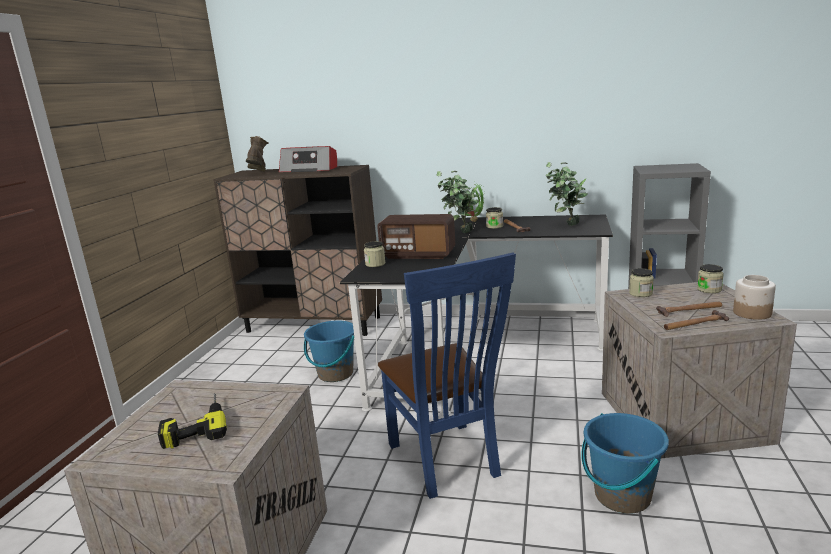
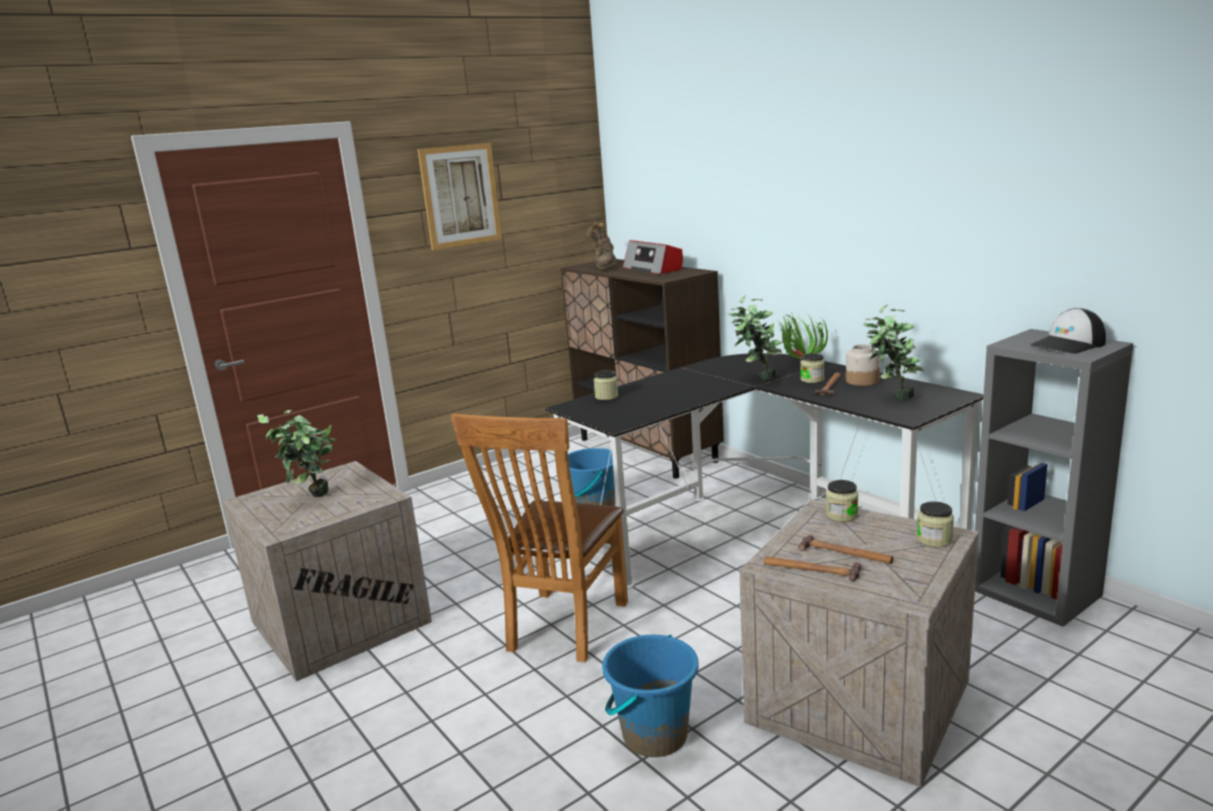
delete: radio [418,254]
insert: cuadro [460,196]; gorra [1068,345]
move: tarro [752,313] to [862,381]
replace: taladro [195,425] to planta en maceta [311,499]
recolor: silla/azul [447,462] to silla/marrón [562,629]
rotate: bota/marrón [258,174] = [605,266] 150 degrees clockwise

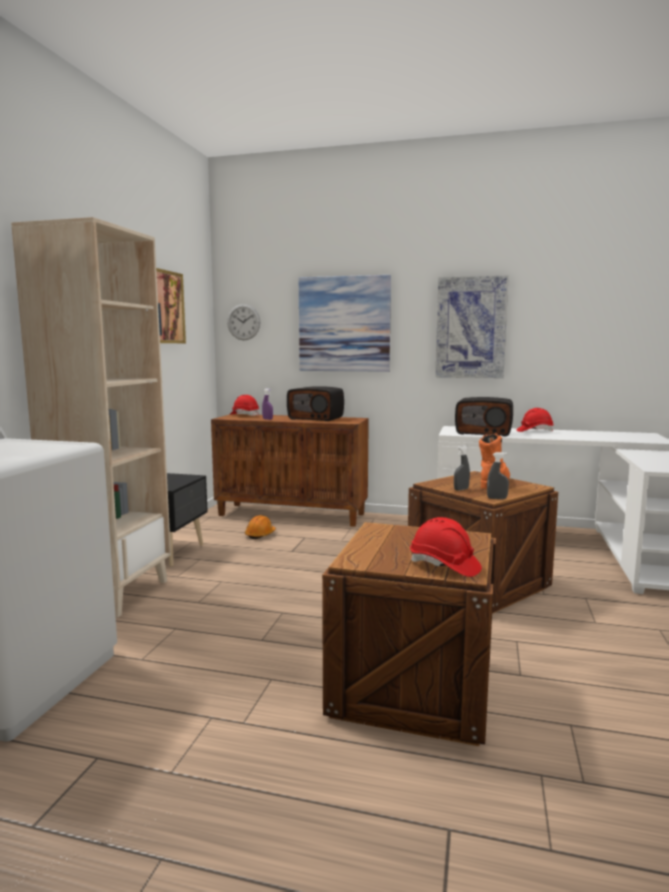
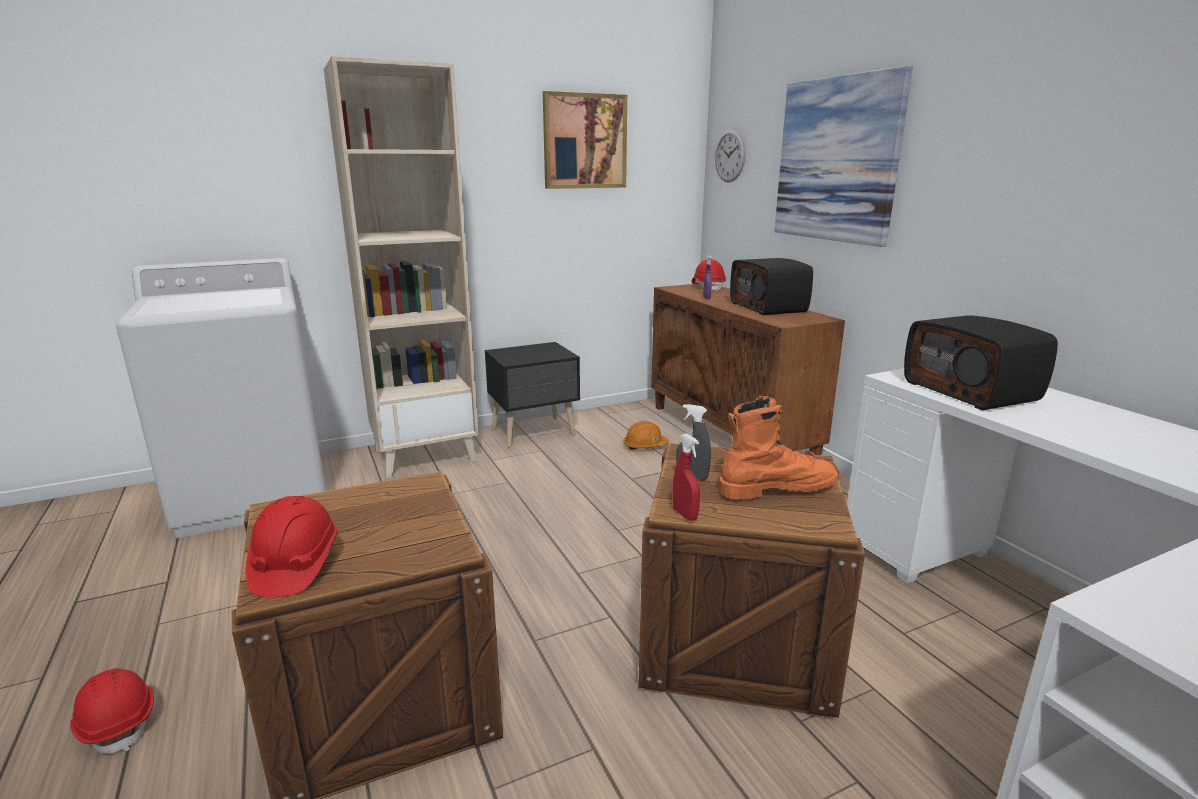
delete: cuadro [471,328]
move: casco/rojo [534,431] to [119,723]
recolor: pulverizador/gris [497,498] to pulverizador/rojo [685,514]

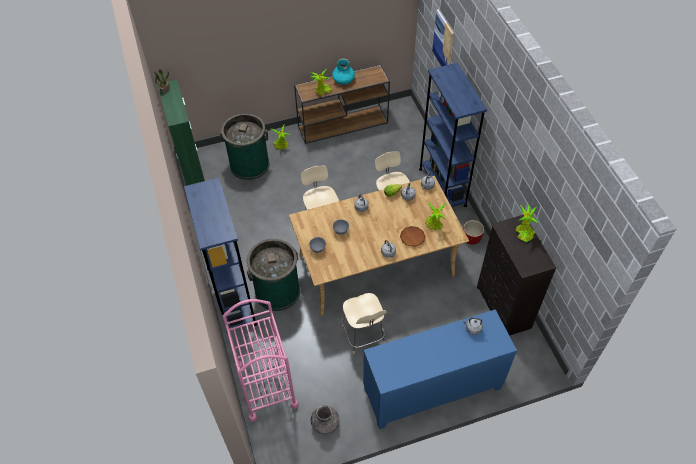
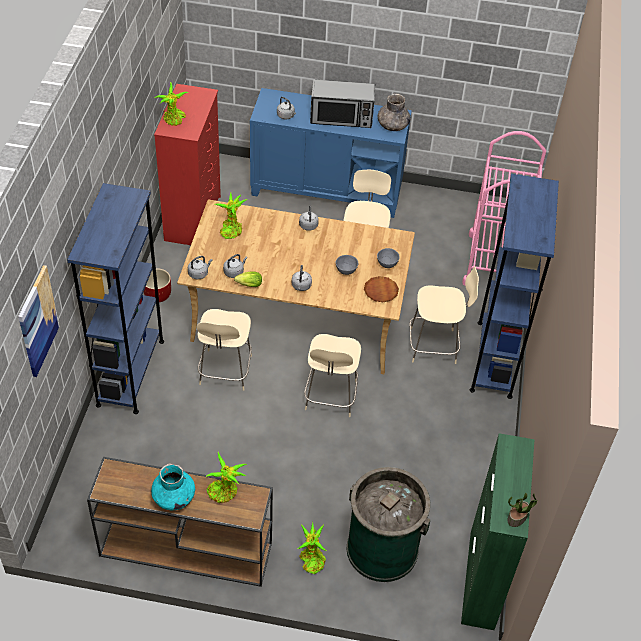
insert: microondas [341,117]
move: plato/marrón [412,237] to [381,291]; florero/gris [325,423] to [392,125]
replace: papelera/verde [277,291] to silla/beis [435,346]
recolor: cómoda/negro [503,308] to cómoda/rojo [193,218]

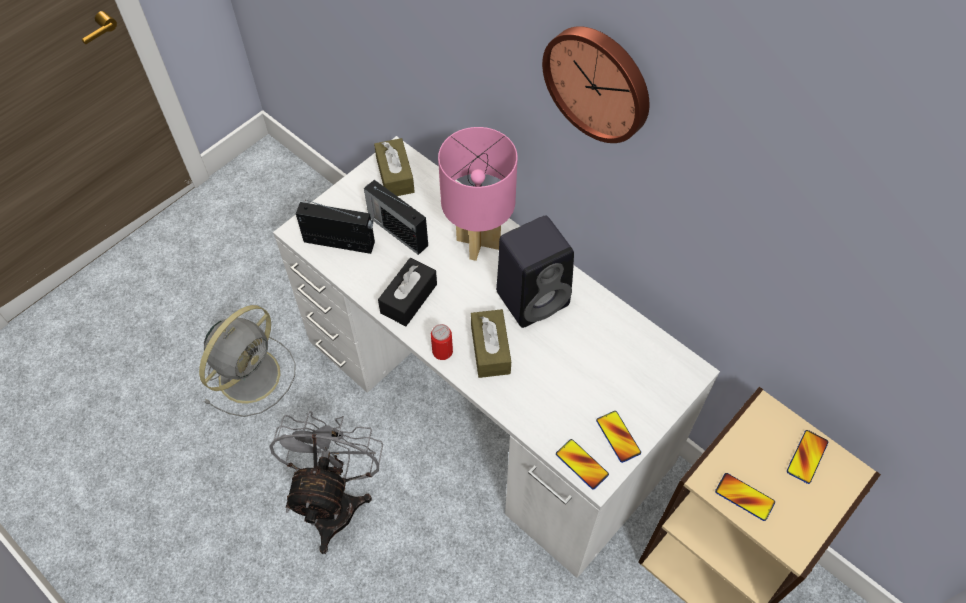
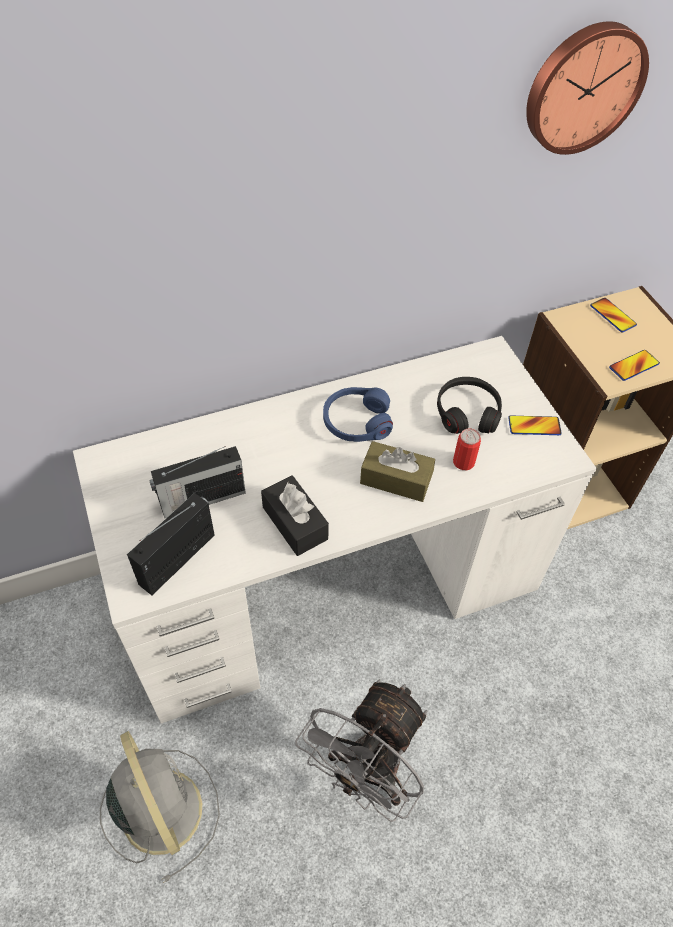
delete: lámpara de mesa/rosa [478,241]; caja de pañuelos/marrón [395,175]; móvil [582,464]
insert: auriculares/negro [467,412]
move: reloj de pared [599,82] to [582,87]; lata [442,351] to [463,462]
replace: altavoz/negro [534,297] to auriculares/azul [356,422]
rotate: ventilador/gris [335,500] = [366,773] 90 degrees counterclockwise

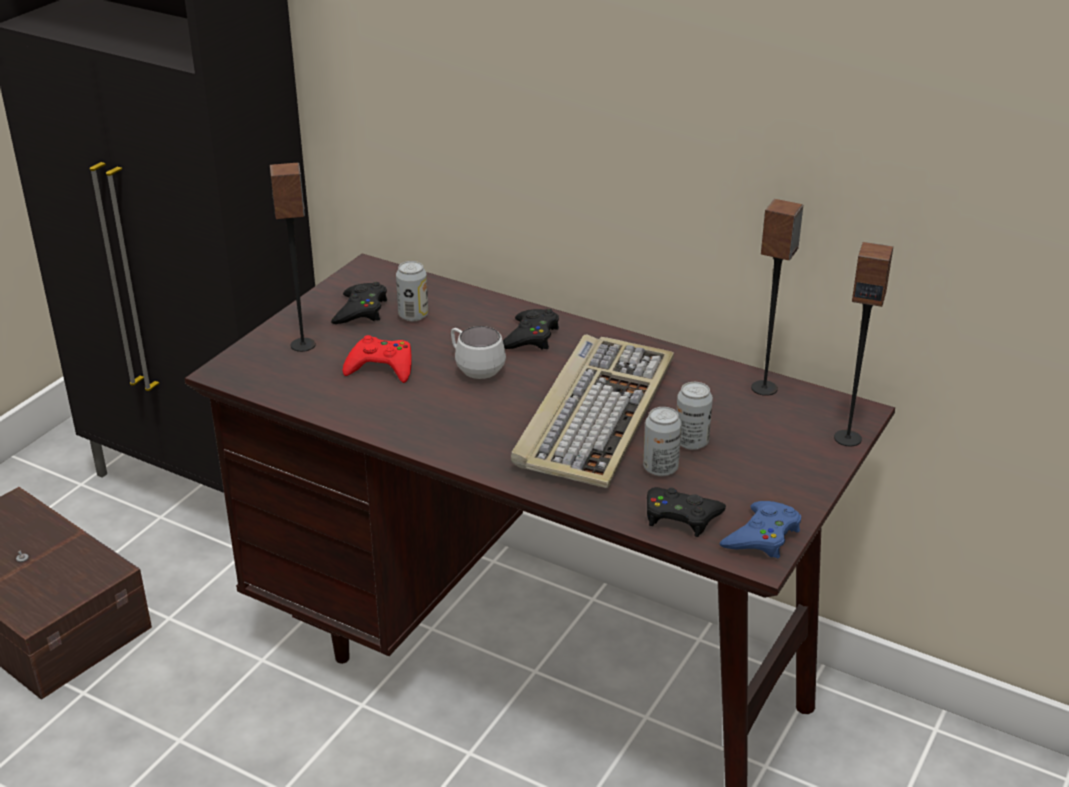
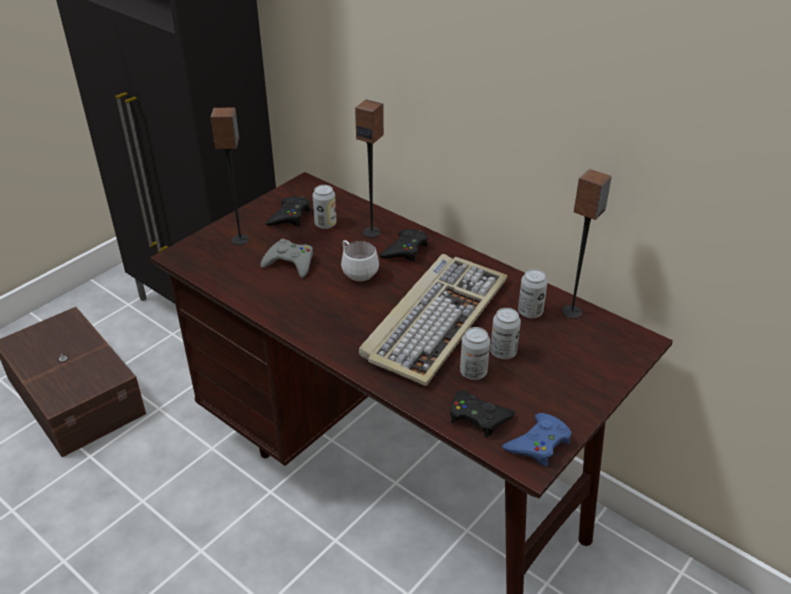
insert: lata [530,312]
move: altavoz [848,438] to [372,232]
recolor: mando de consola/rojo [381,367] to mando de consola/gris [290,263]

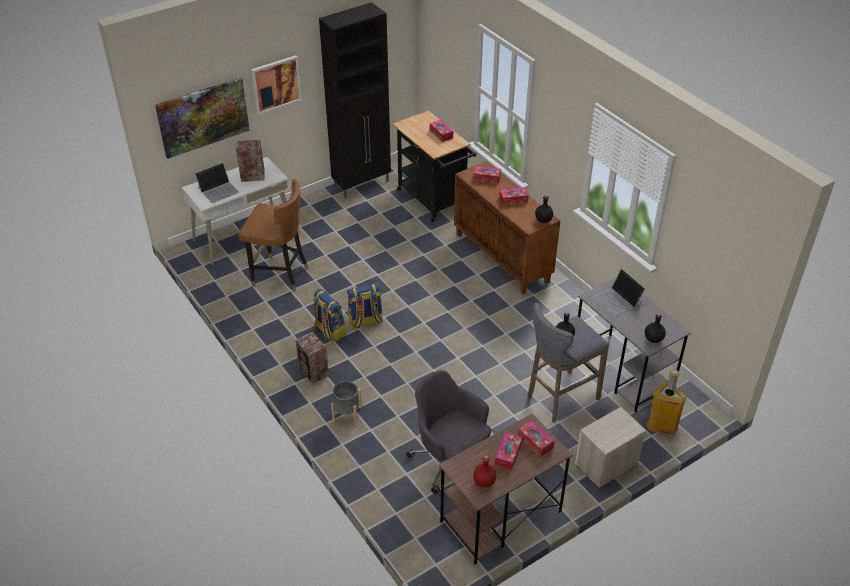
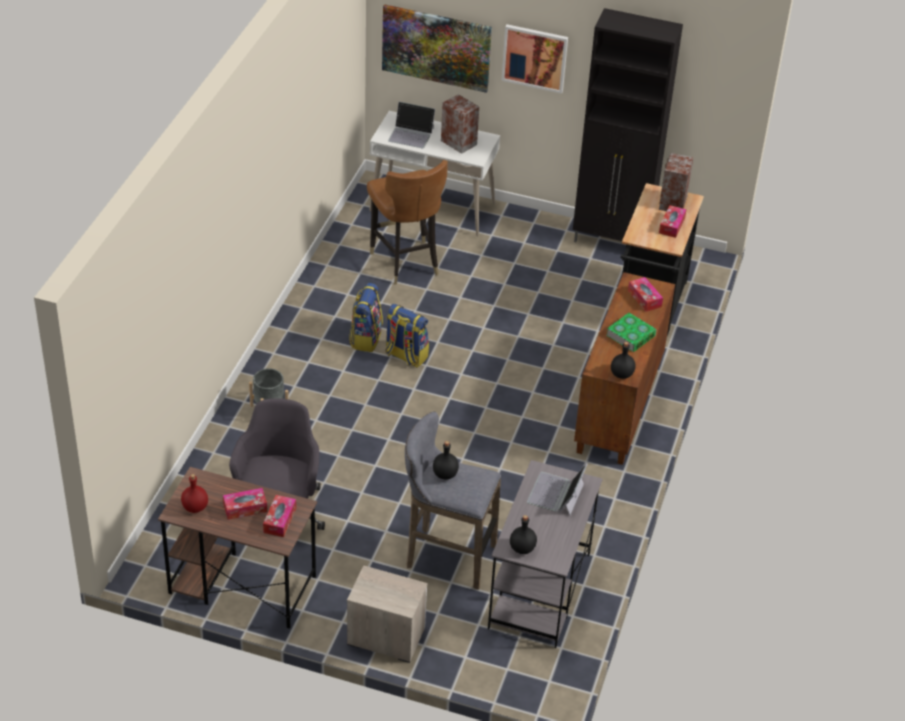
delete: papelera [662,426]
move: altavoz [314,372] to [672,203]
replace: caja de pañuelos [513,199] to libro [630,335]

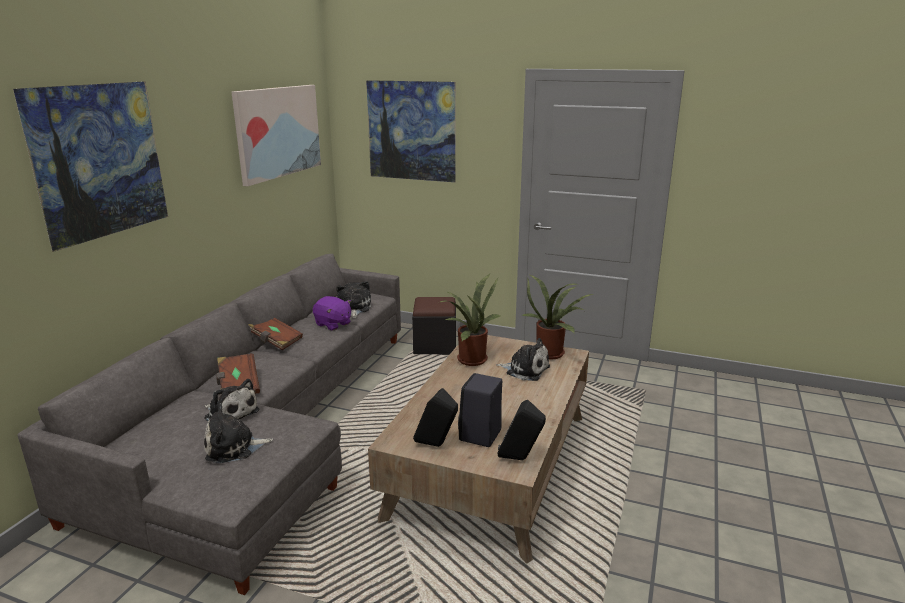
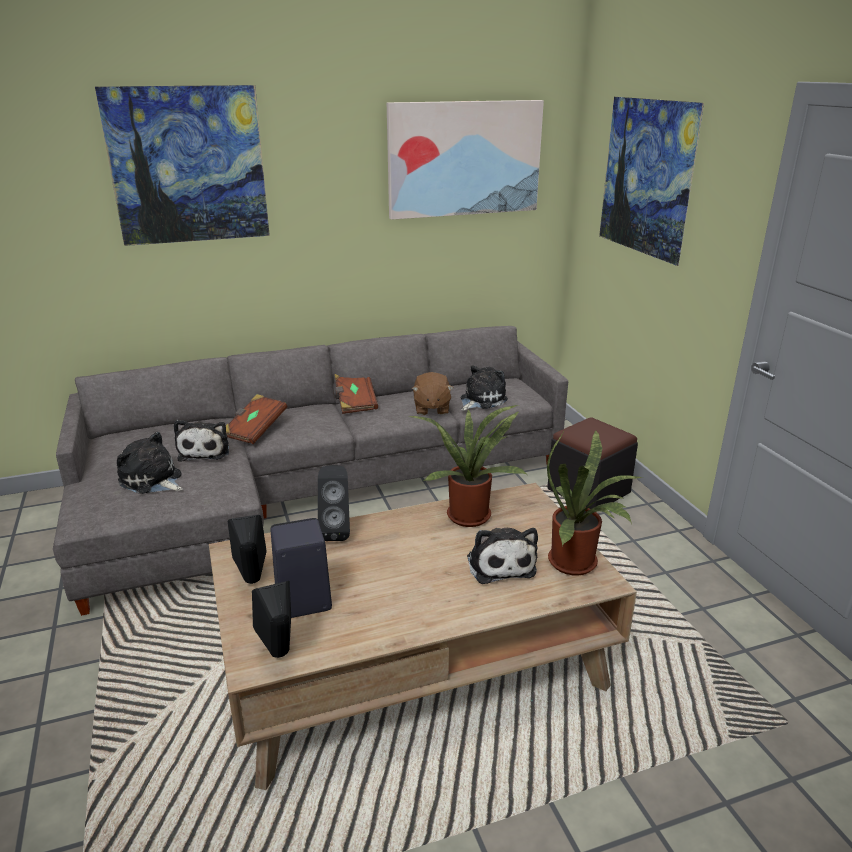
insert: altavoz/negro [336,531]
recolor: peluche/morado [333,324] to peluche/marrón [431,408]

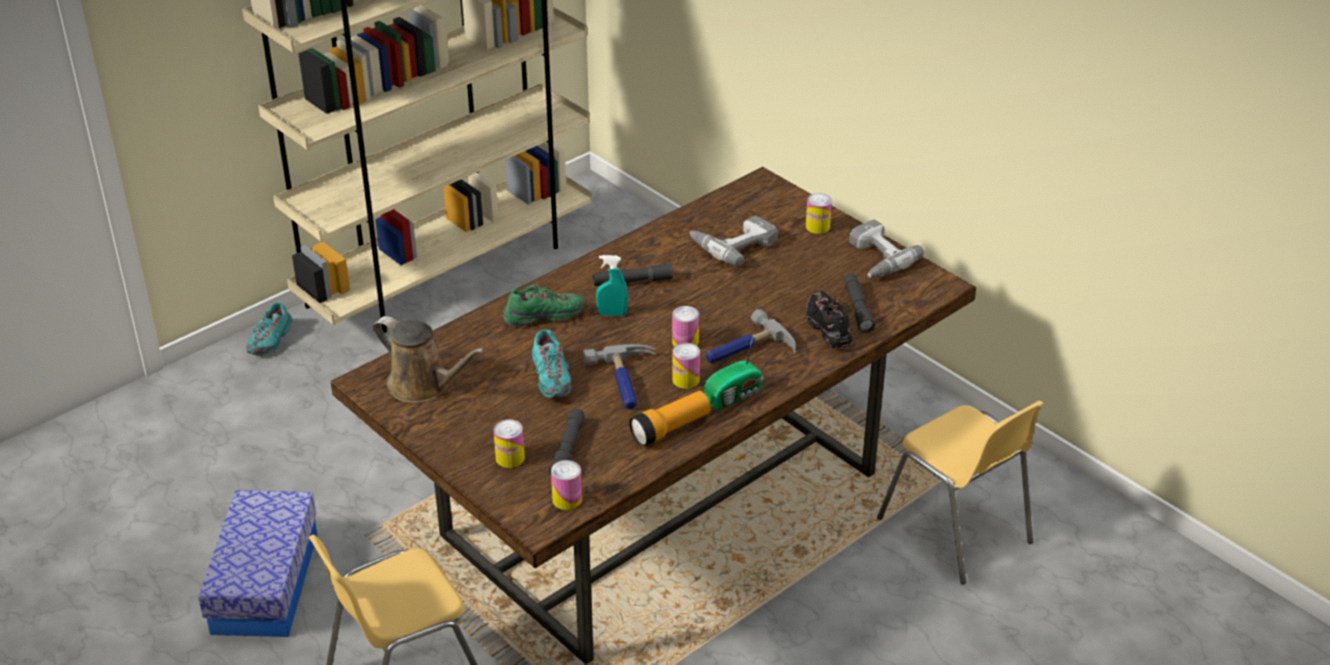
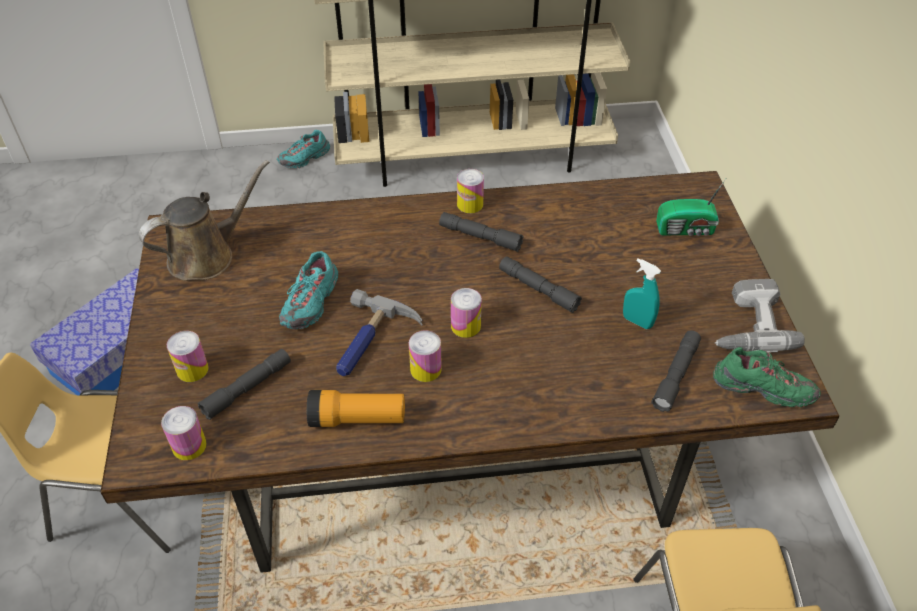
delete: taladro [733,244]; zapato/negro [828,328]; martillo [747,350]
insert: linterna/gris [538,289]
move: lata [817,226] to [470,204]; pulverizador/turquesa [612,314] to [637,321]; zapato/verde [544,316] to [762,389]; radio [735,395] to [686,229]
rotate: regadera/marrón [424,385] = [207,256] 105 degrees counterclockwise

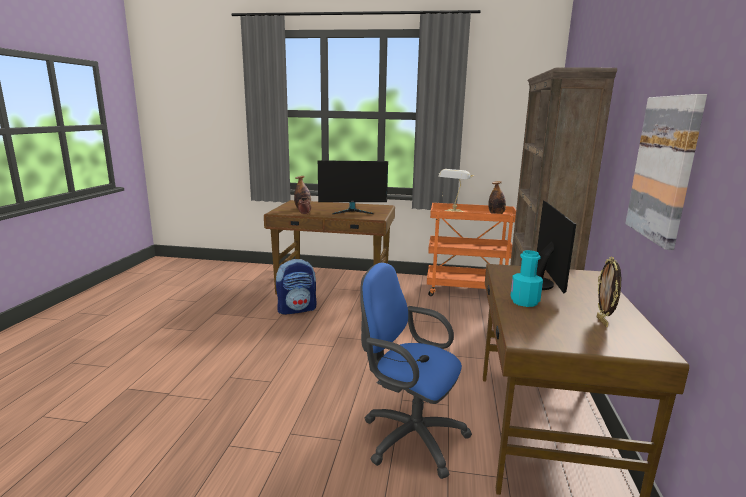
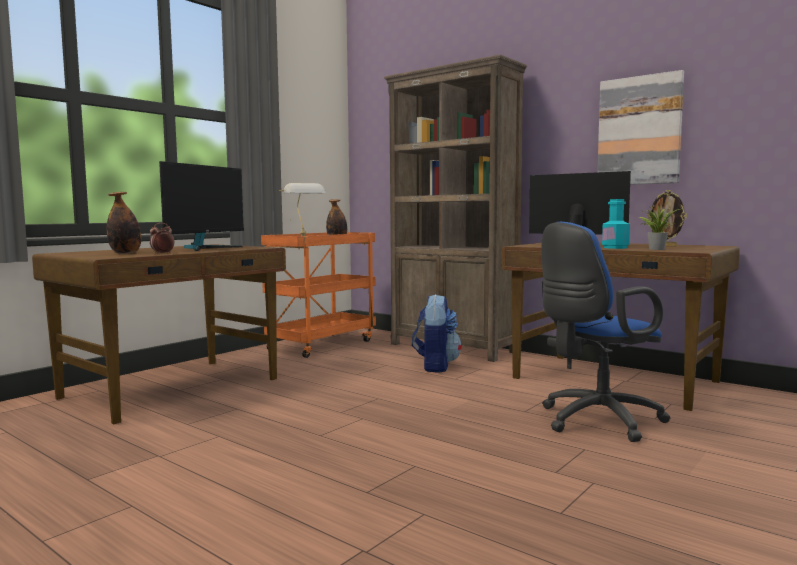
insert: planta en maceta [656,249]
move: mochila [297,309] to [435,366]

